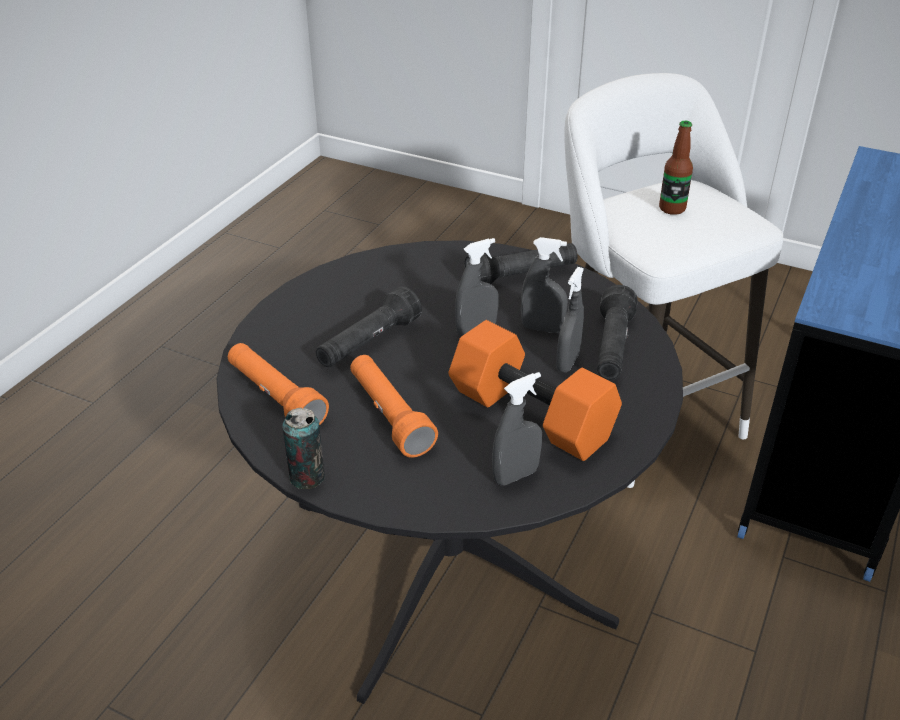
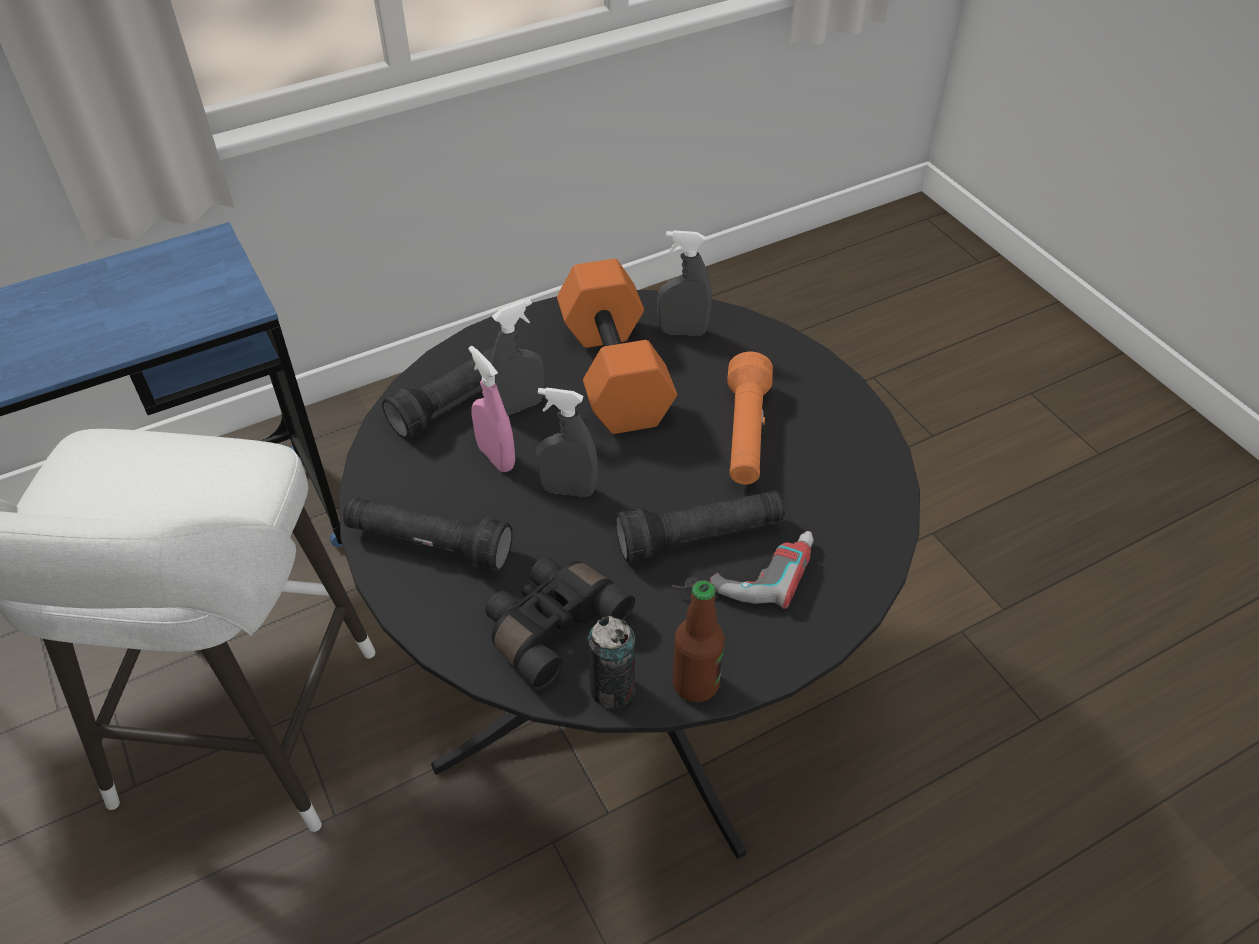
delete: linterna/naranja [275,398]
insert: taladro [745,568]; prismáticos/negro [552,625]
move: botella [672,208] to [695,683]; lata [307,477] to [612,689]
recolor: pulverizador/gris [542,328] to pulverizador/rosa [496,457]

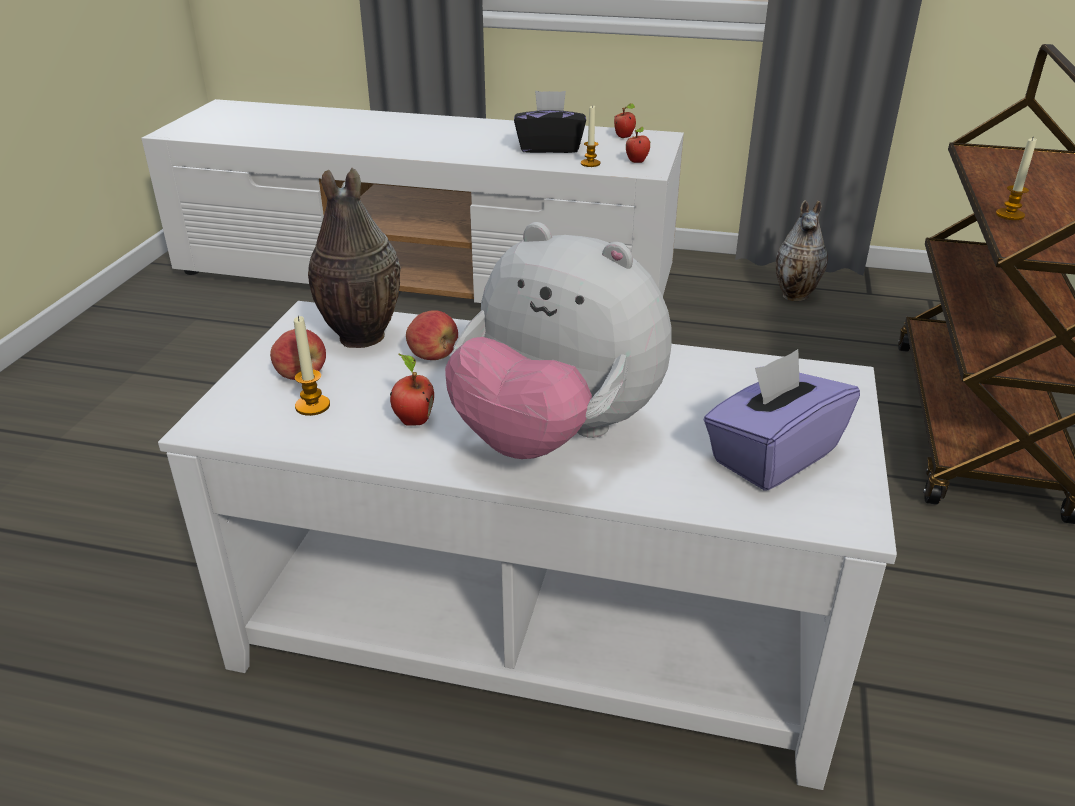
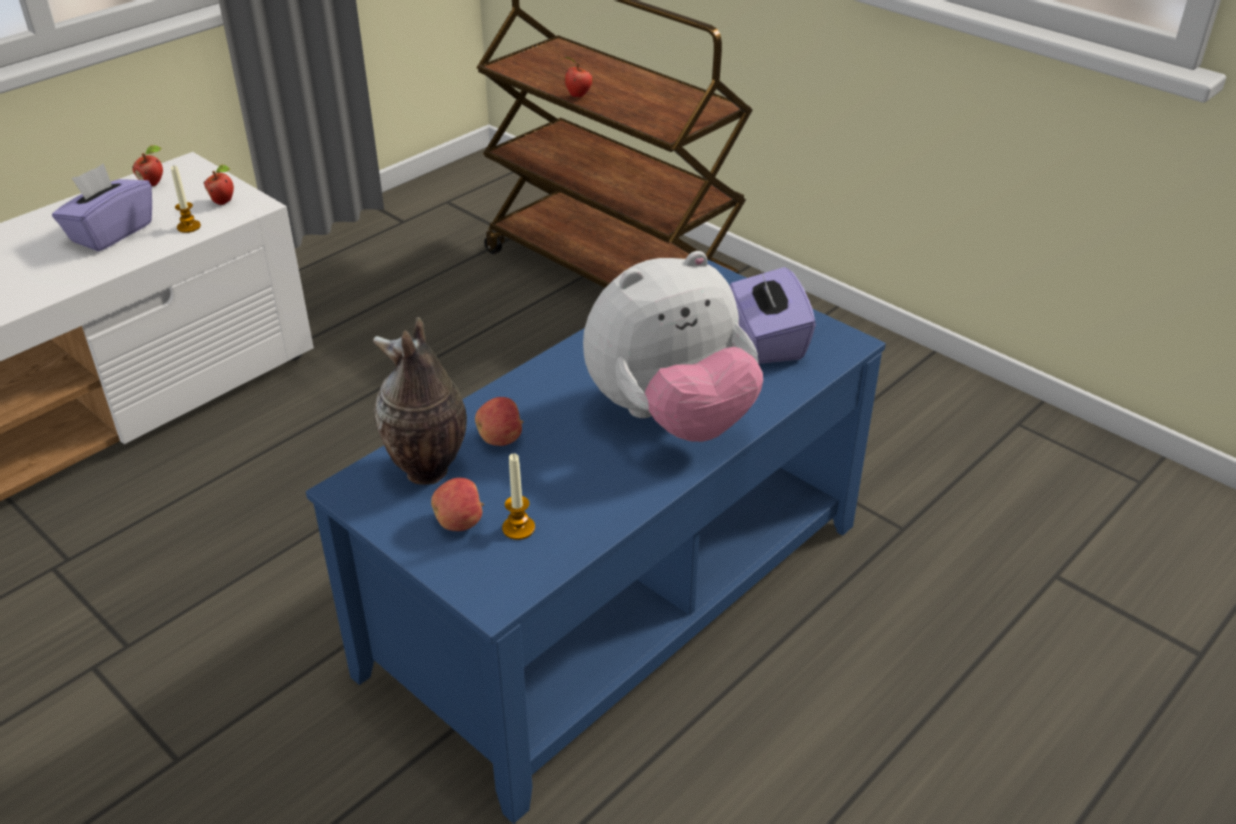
delete: vela [1010,215]; florero [796,295]
move: manzana [413,420] to [577,95]
recolor: caja de pañuelos/negro [549,147] to caja de pañuelos/morado [111,232]; mesa de centro/blanco [538,623] to mesa de centro/azul [618,596]

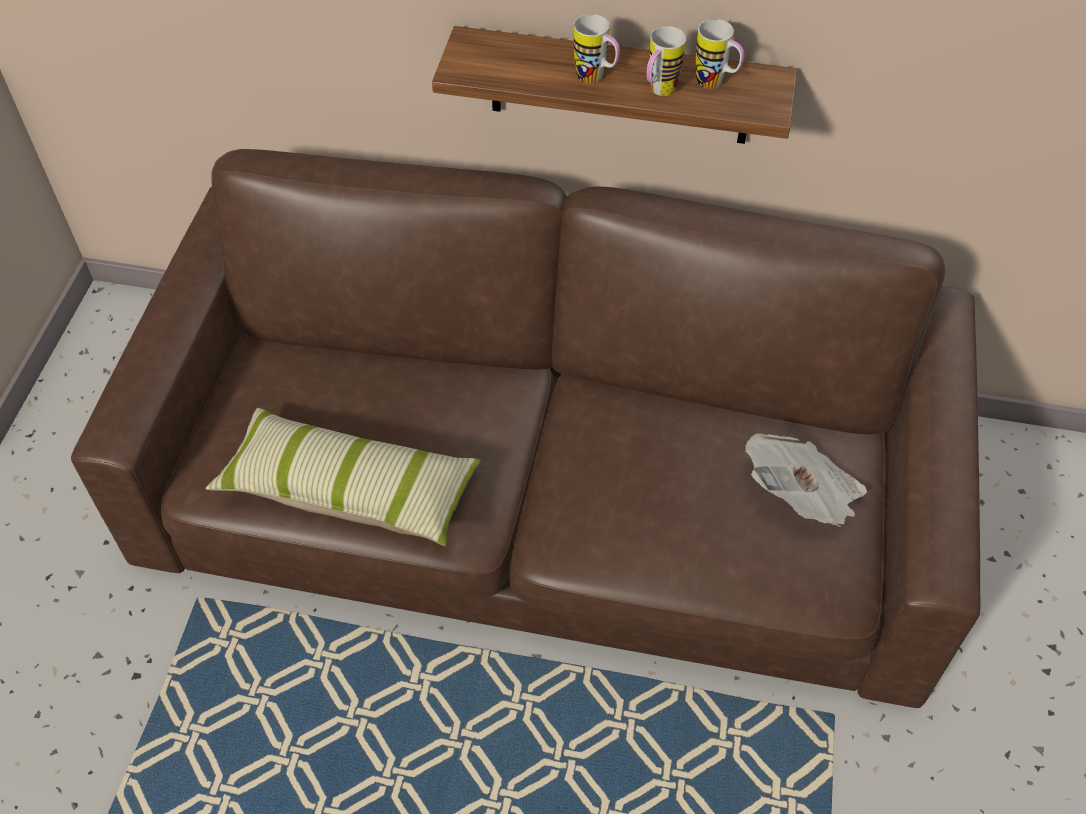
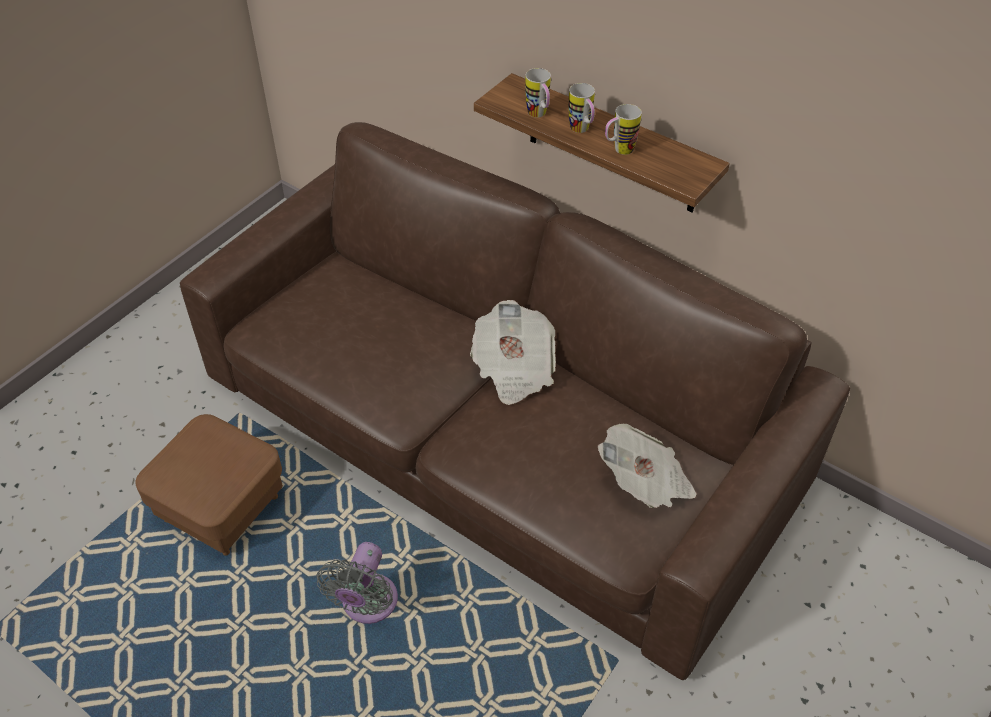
delete: cojín [350,490]
insert: periódico [513,369]; puf/marrón [221,508]; ventilador/gris [367,605]
move: taza grande [716,84] to [539,115]

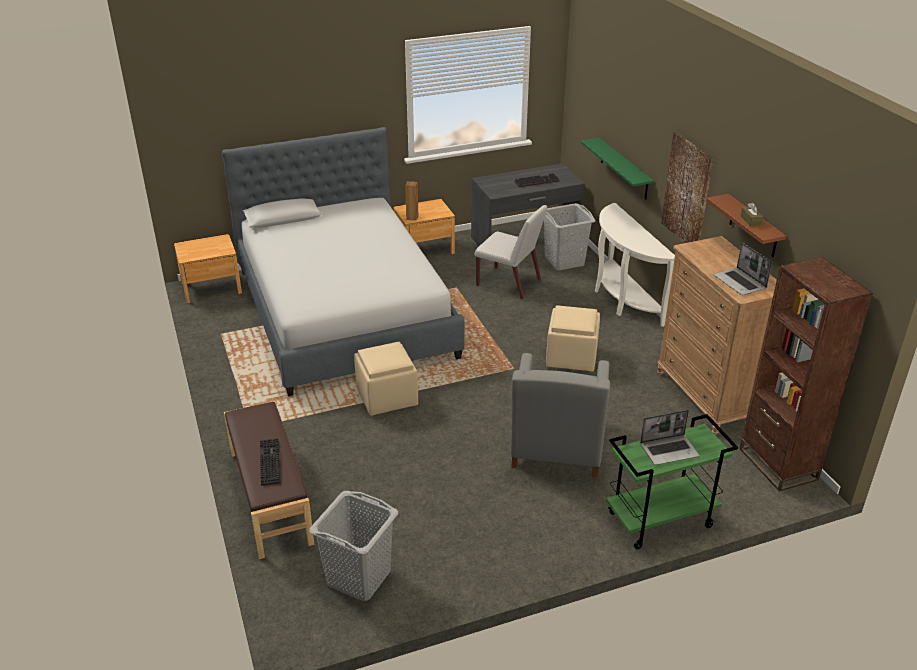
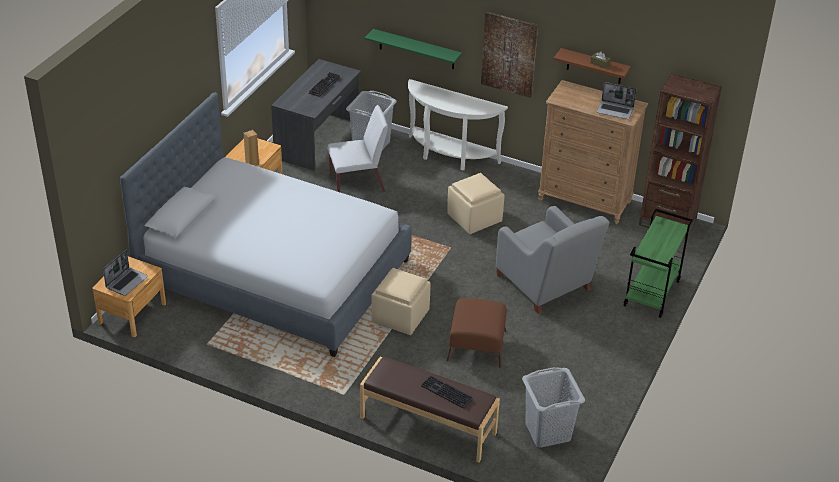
insert: puf/marrón [476,346]
move: portátil [669,450] to [126,282]

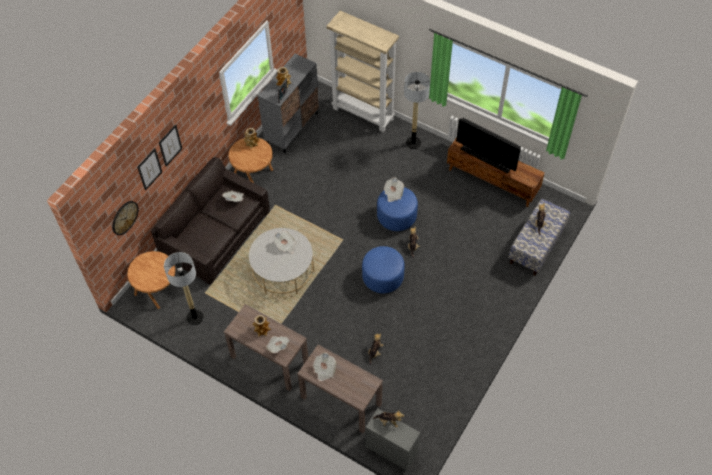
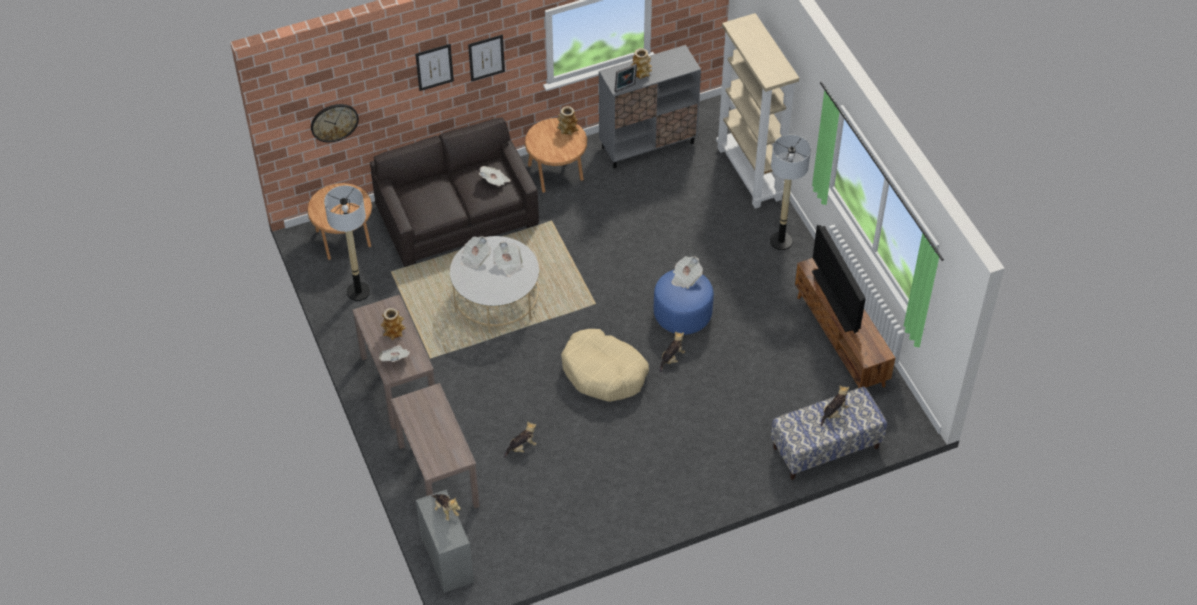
move: cuadro [149,169] to [486,57]; periódico [324,370] to [475,258]
replace: puf/azul [382,277] to cama para perro/beis [604,372]

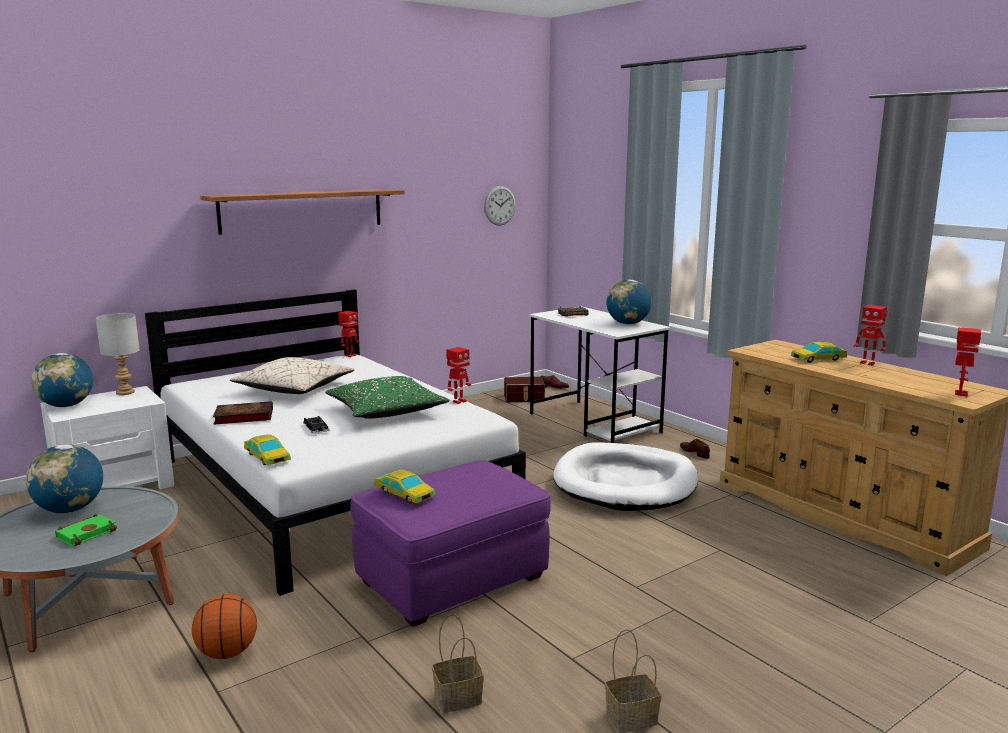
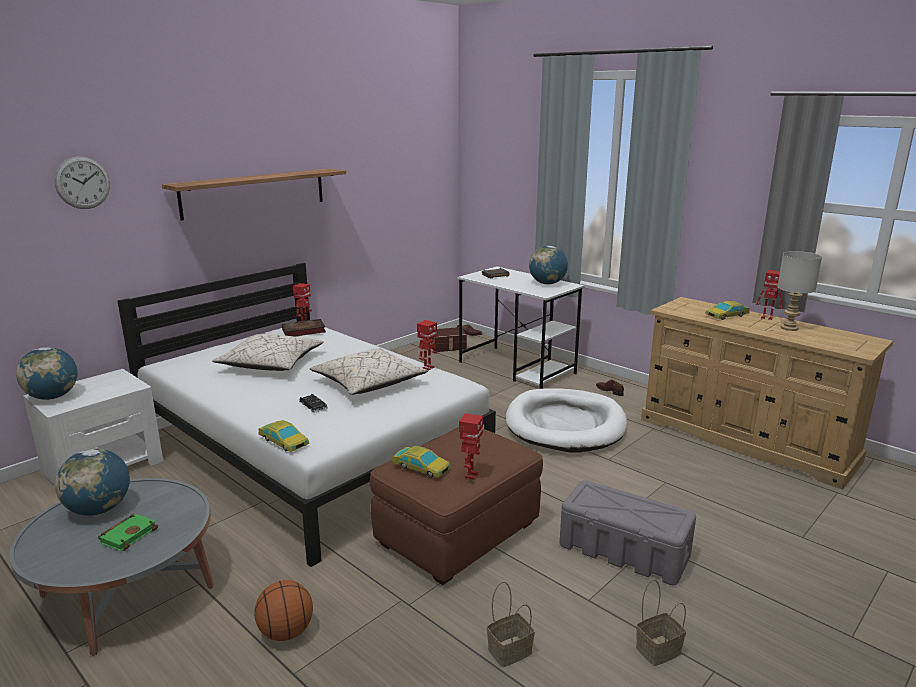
insert: caja de almacenaje/gris [625,551]
move: reloj de pared [499,205] to [82,183]; lámpara de mesa/gris [126,392] to [789,328]; robot de juguete [960,393] to [470,475]; libro [242,417] to [302,331]
recolor: cojín/verde [386,412] to cojín/beis [368,383]; puf/morado [453,579] to puf/marrón [459,533]

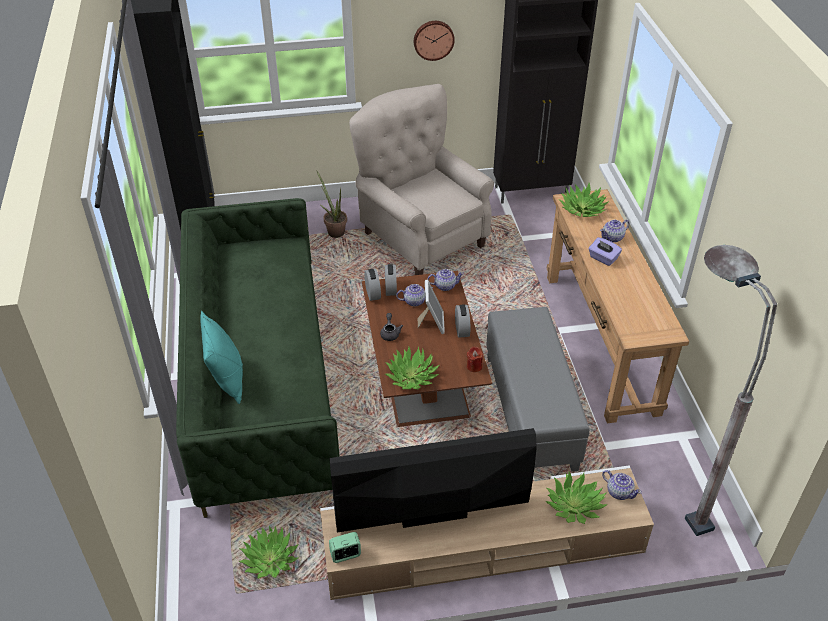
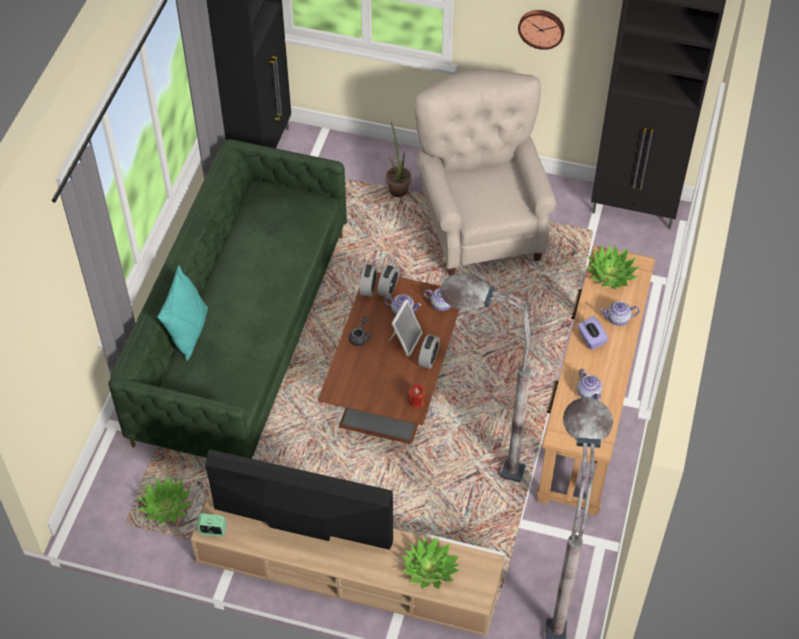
delete: planta en maceta [411,377]
move: tetera [619,492] to [588,392]
replace: puf/gris [531,412] to lámpara de pie/gris [472,461]

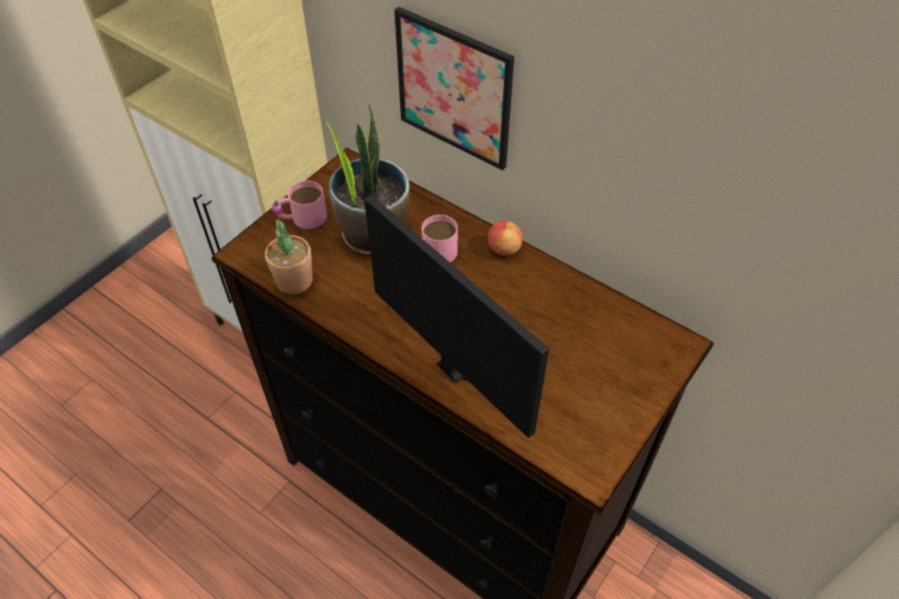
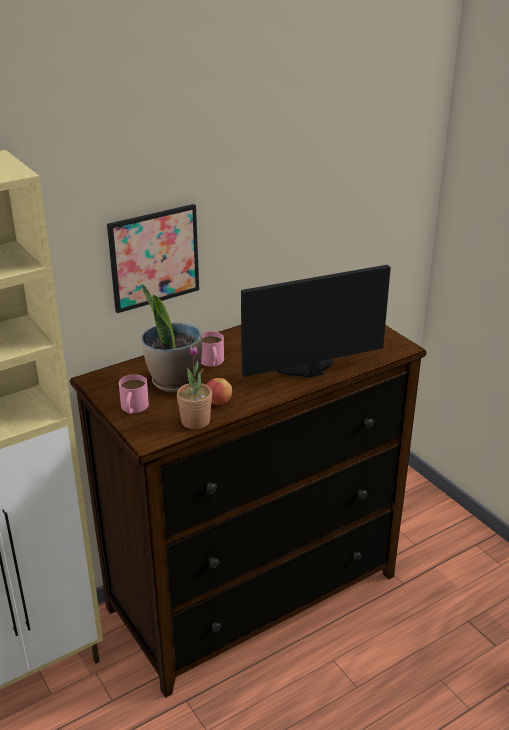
move: manzana [503,249] to [218,402]

